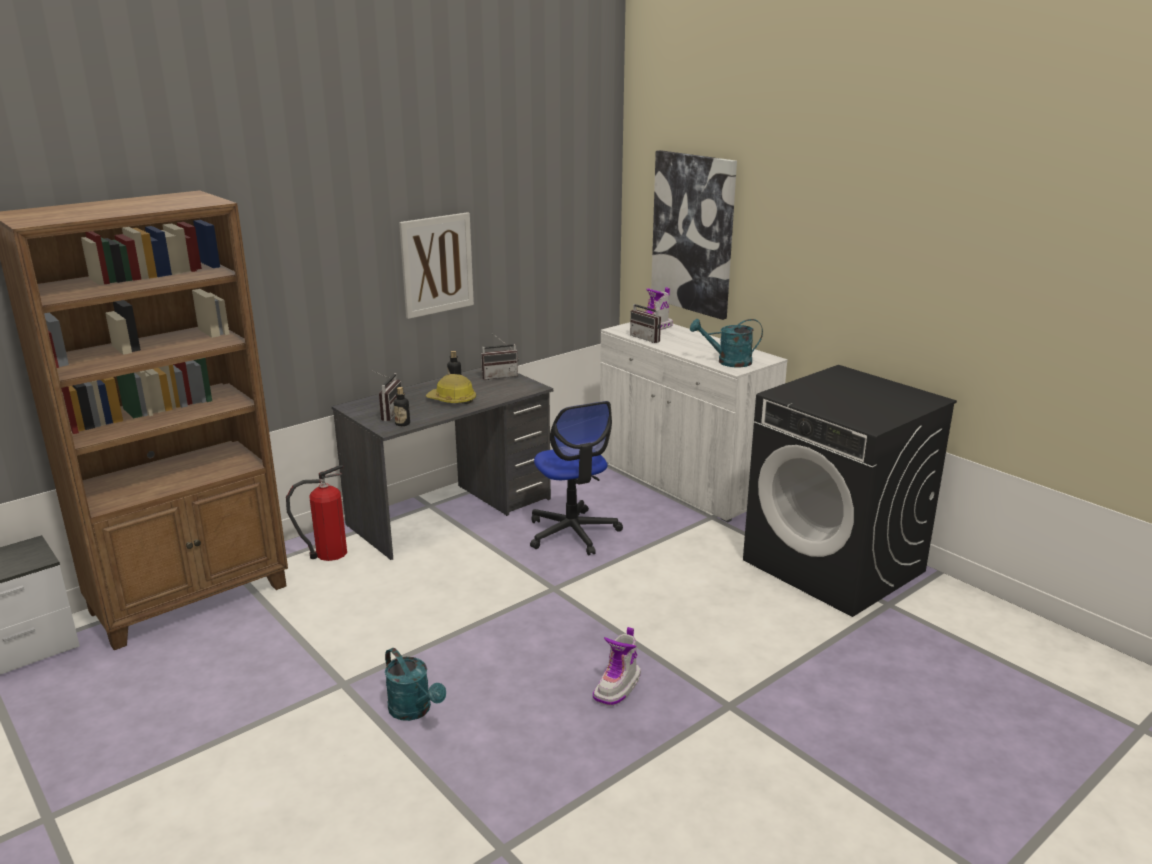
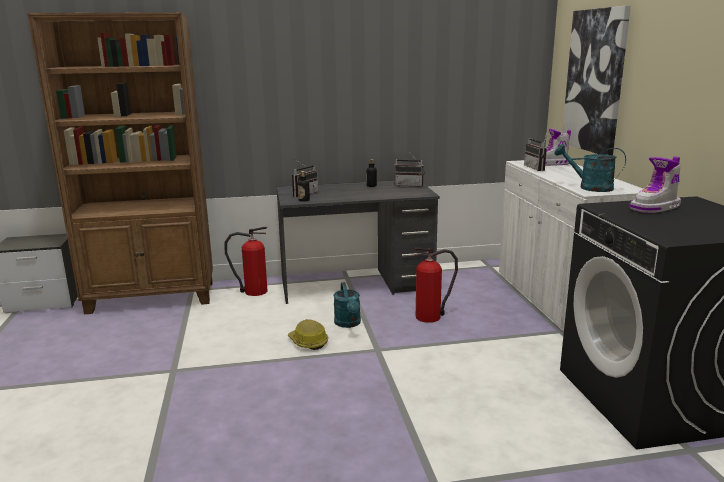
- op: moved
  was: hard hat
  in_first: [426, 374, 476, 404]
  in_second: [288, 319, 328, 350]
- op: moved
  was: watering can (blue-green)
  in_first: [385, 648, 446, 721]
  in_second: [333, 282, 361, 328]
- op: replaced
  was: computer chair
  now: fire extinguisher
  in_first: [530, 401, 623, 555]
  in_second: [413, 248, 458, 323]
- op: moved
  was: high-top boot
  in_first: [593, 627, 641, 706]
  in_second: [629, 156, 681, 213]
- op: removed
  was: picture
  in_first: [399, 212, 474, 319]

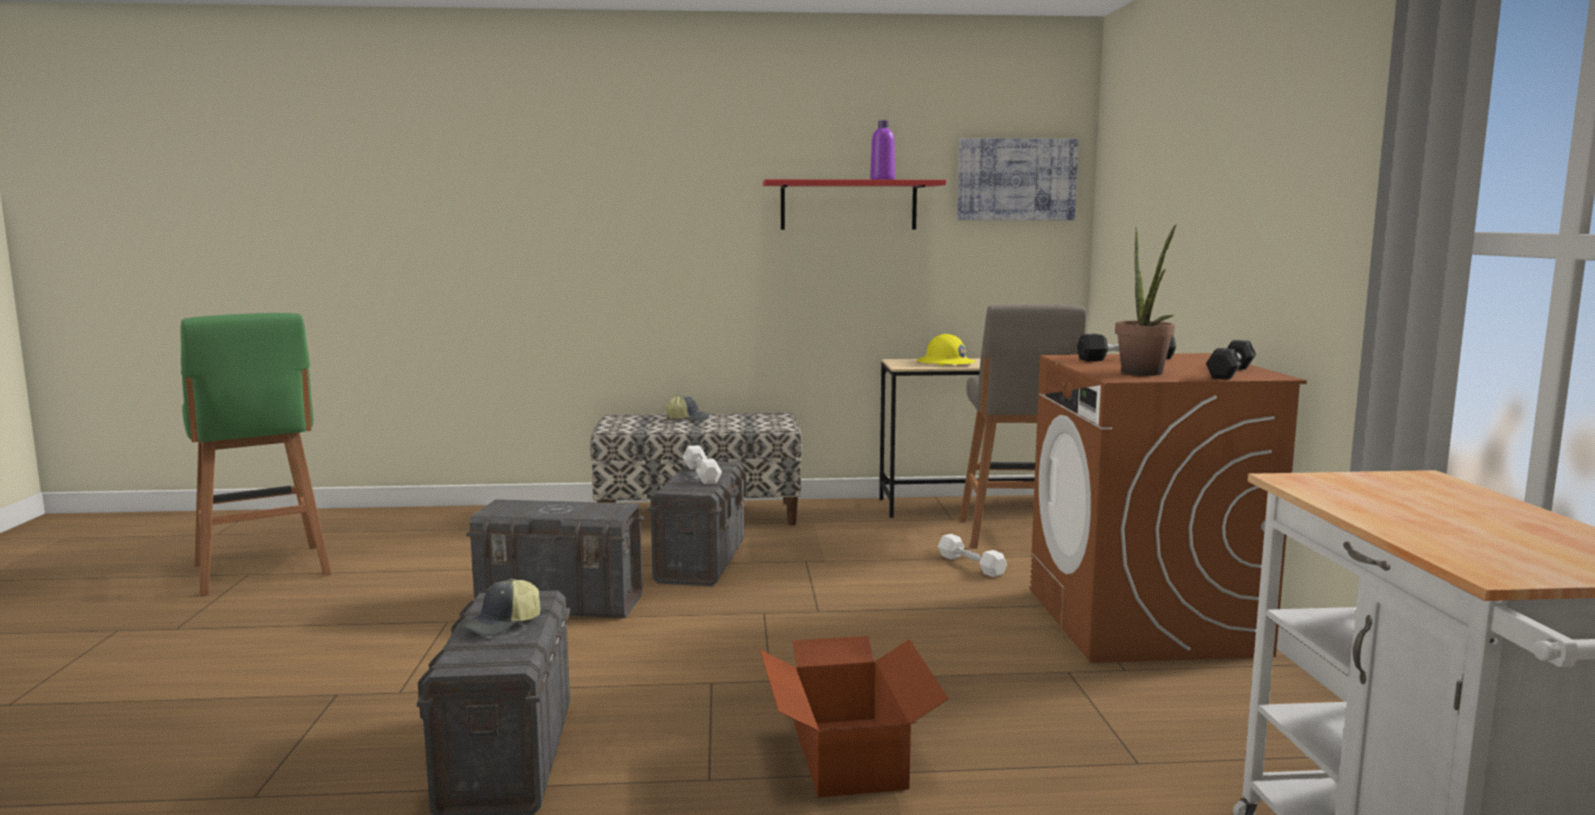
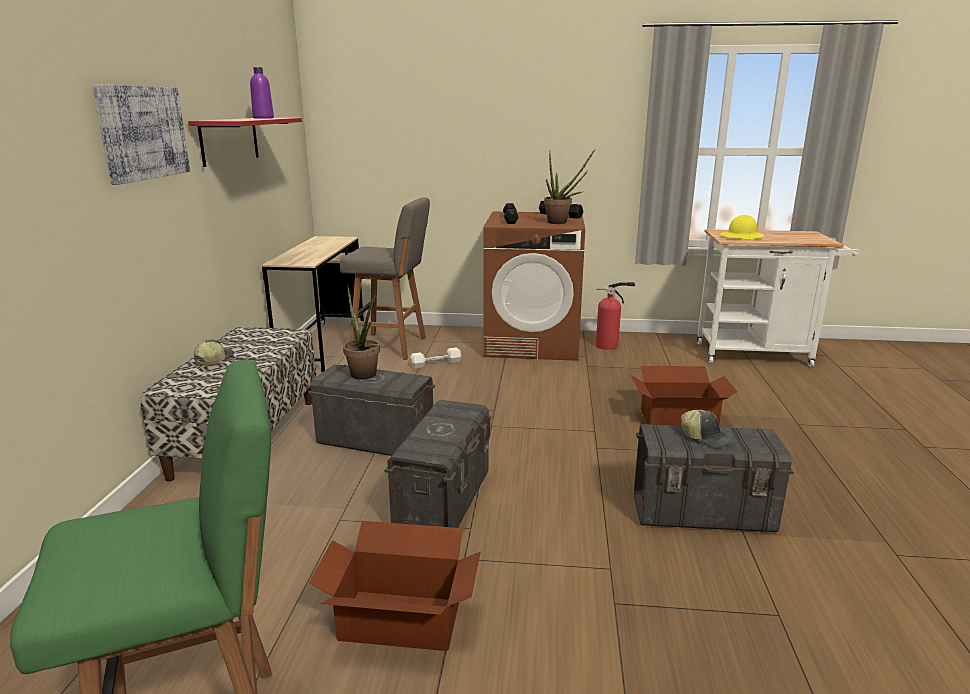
- op: moved
  was: picture
  in_first: [957, 138, 1079, 220]
  in_second: [92, 84, 190, 185]
- op: added
  now: cardboard box
  in_second: [309, 521, 481, 651]
- op: replaced
  was: free weight (white)
  now: potted plant
  in_first: [682, 445, 722, 484]
  in_second: [343, 284, 380, 380]
- op: added
  now: fire extinguisher
  in_second: [596, 282, 635, 350]
- op: moved
  was: hard hat (yellow)
  in_first: [917, 334, 975, 366]
  in_second: [720, 215, 764, 239]

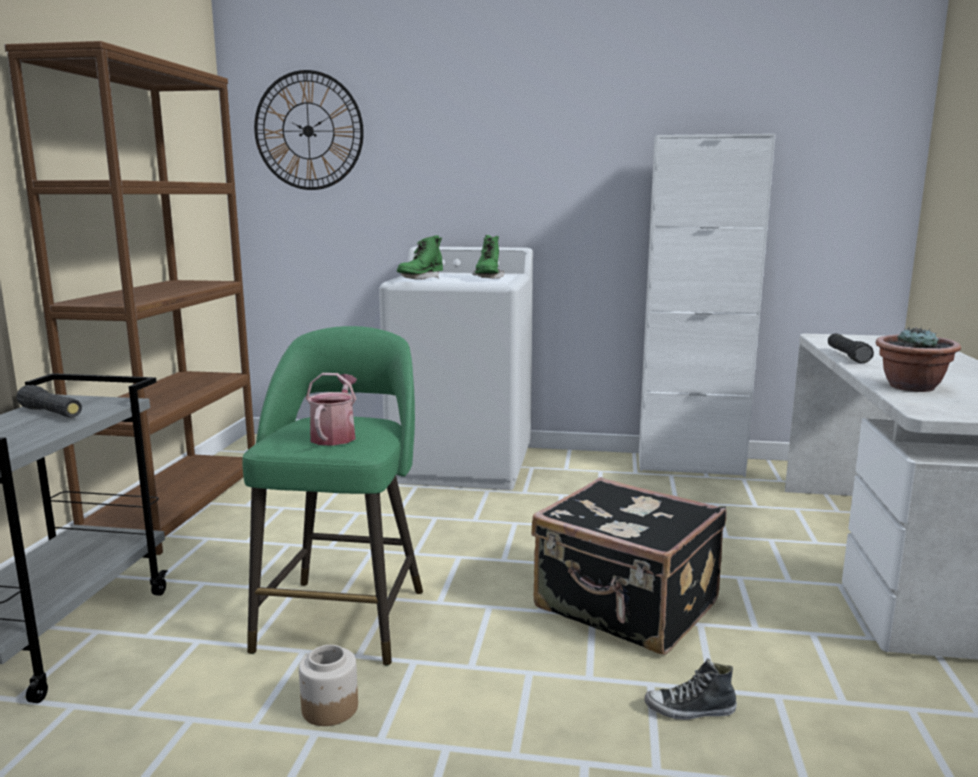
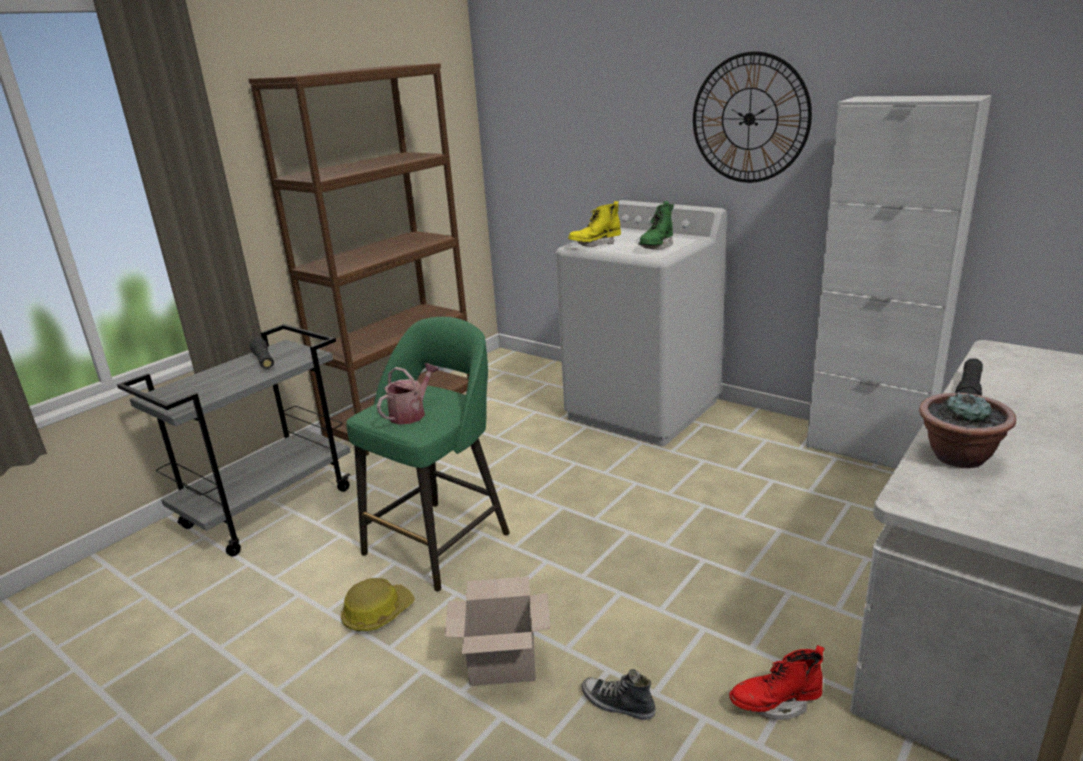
- op: replaced
  was: preserve jar
  now: hard hat
  in_first: [299, 645, 358, 726]
  in_second: [341, 578, 415, 632]
- op: added
  now: cardboard box
  in_second: [444, 577, 550, 686]
- op: recoloured
  was: high-top boot (greenish)
  now: high-top boot (yellow)
  in_first: [397, 235, 443, 280]
  in_second: [568, 201, 621, 247]
- op: moved
  was: hanging clock
  in_first: [254, 70, 364, 190]
  in_second: [693, 52, 812, 183]
- op: added
  now: high-top boot (reddish)
  in_second: [729, 645, 825, 720]
- op: removed
  was: suitcase (black)
  in_first: [531, 477, 726, 655]

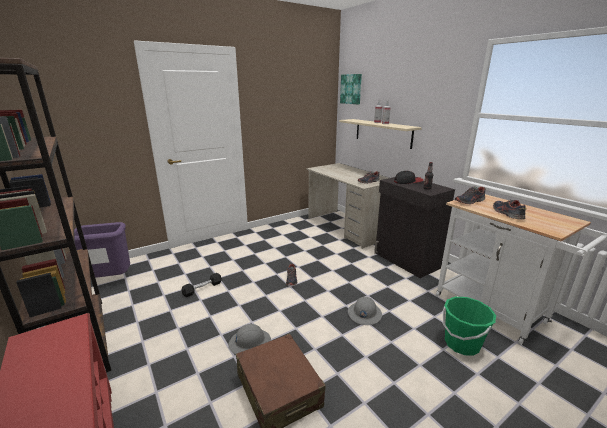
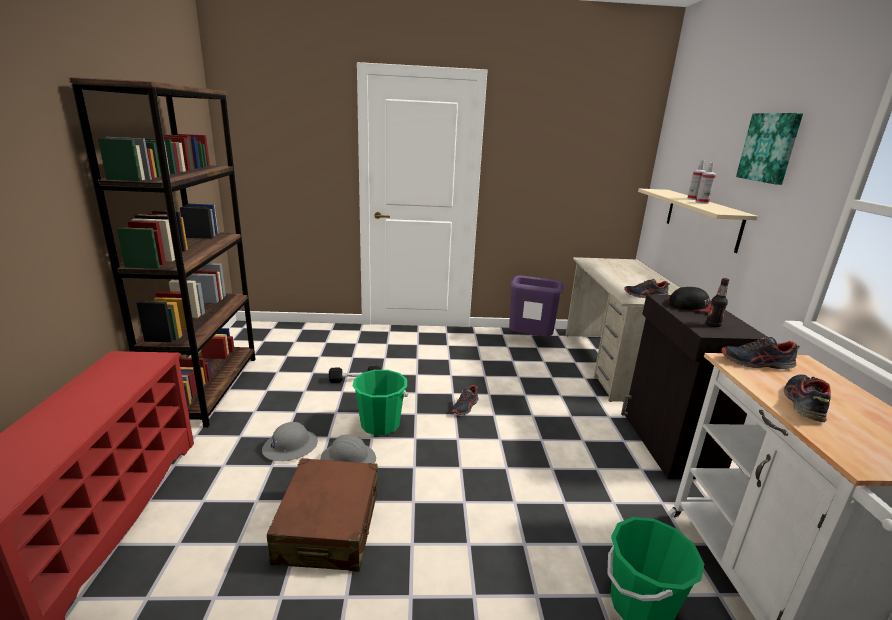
- op: moved
  was: hard hat (greyish)
  in_first: [348, 297, 382, 325]
  in_second: [262, 422, 318, 461]
- op: added
  now: water bucket (greenish)
  in_second: [352, 370, 408, 435]
- op: moved
  was: waste bin (purple)
  in_first: [74, 222, 130, 278]
  in_second: [509, 275, 564, 337]
- op: moved
  was: picture
  in_first: [340, 74, 362, 104]
  in_second: [736, 113, 803, 185]

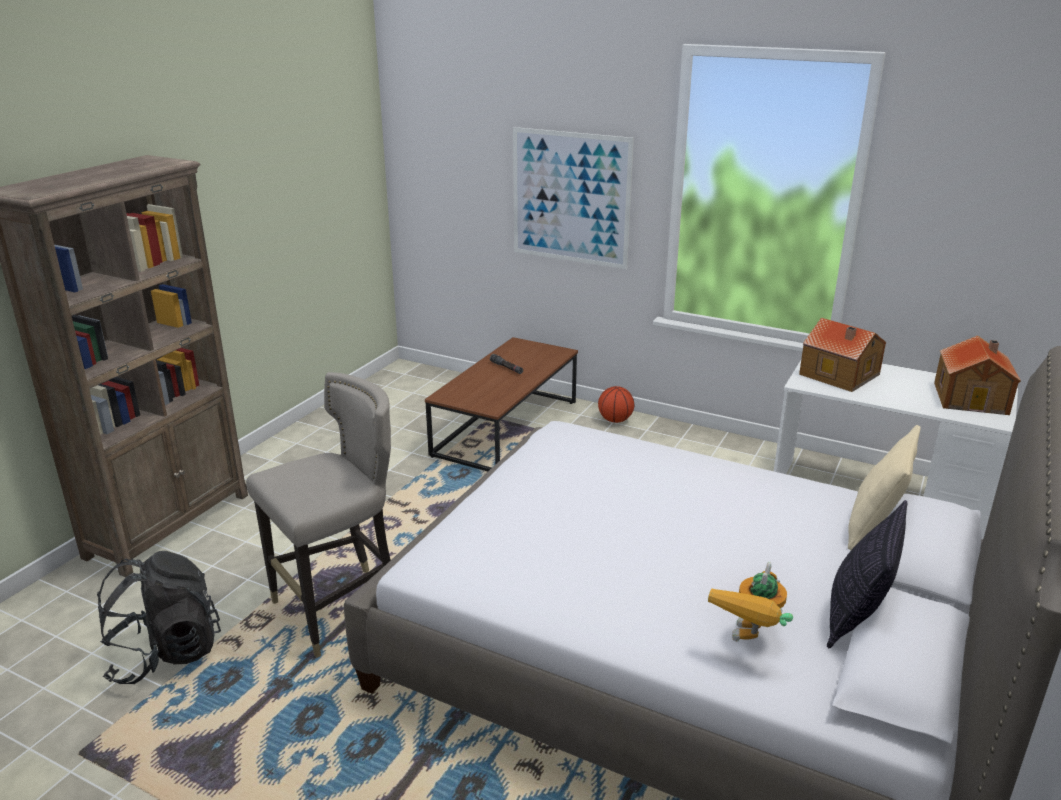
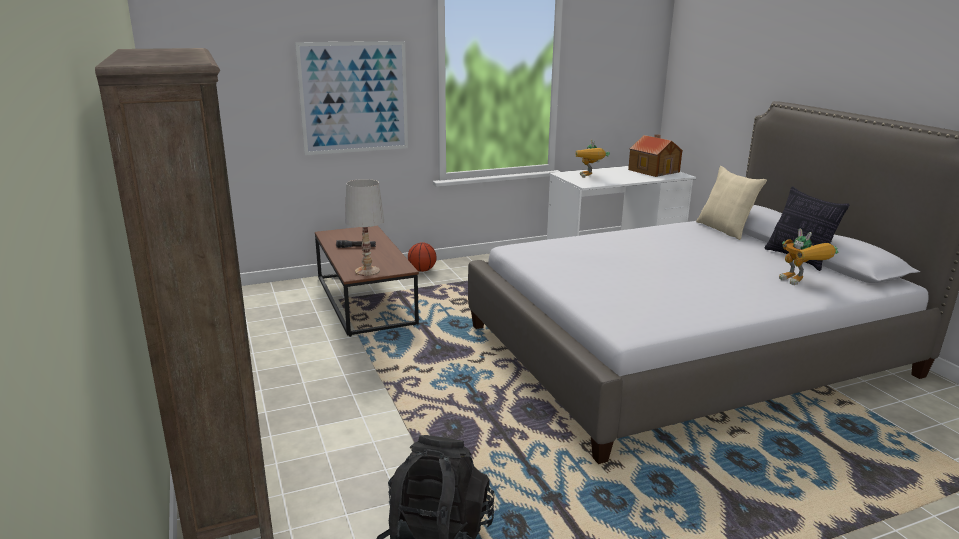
- op: added
  now: lamp for a table (white)
  in_second: [345, 179, 384, 276]
- op: replaced
  was: toy house
  now: model robot
  in_first: [799, 318, 887, 392]
  in_second: [576, 140, 610, 178]
- op: removed
  was: sitting stool (greyish)
  in_first: [246, 372, 391, 658]

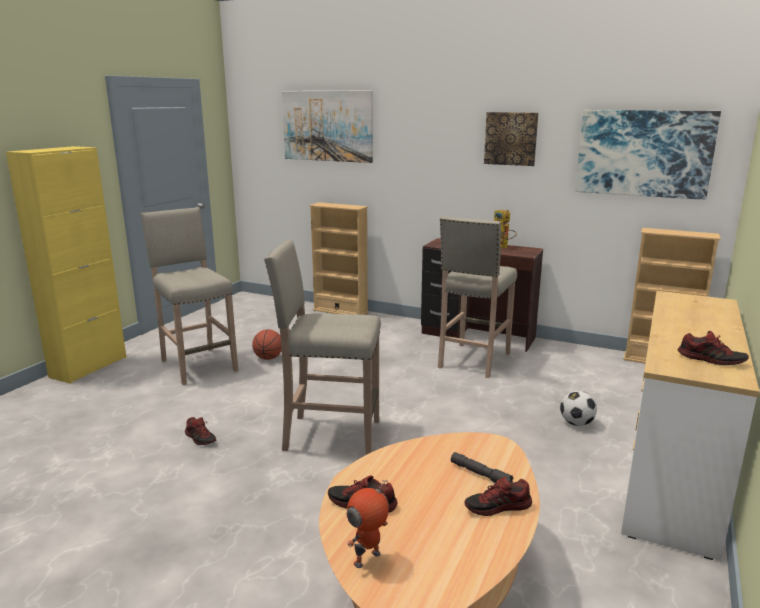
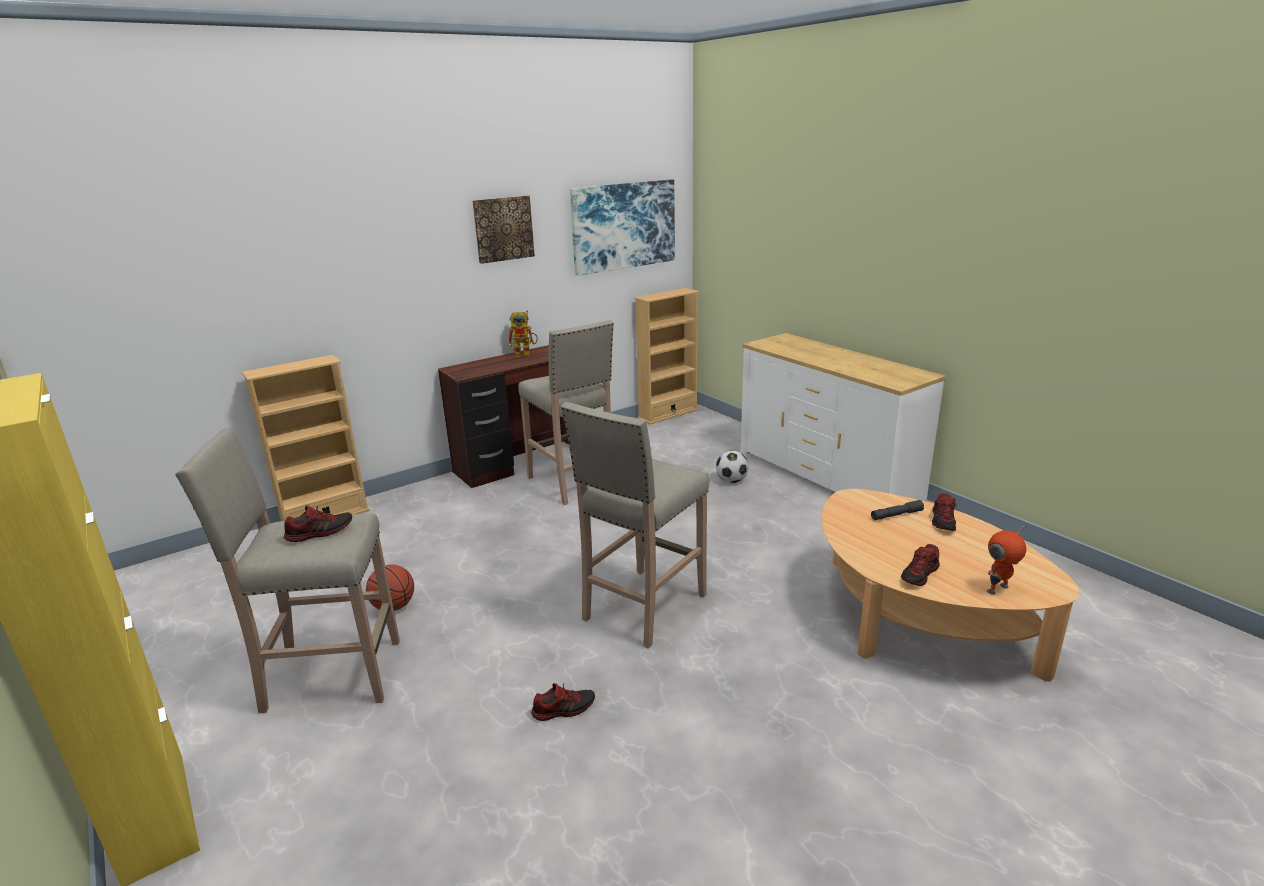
- op: moved
  was: item of footwear
  in_first: [678, 331, 749, 365]
  in_second: [284, 506, 352, 542]
- op: turned
  was: model robot
  in_first: [347, 480, 389, 568]
  in_second: [987, 526, 1027, 595]
  clockwise: 75
- op: removed
  was: picture
  in_first: [282, 91, 373, 163]

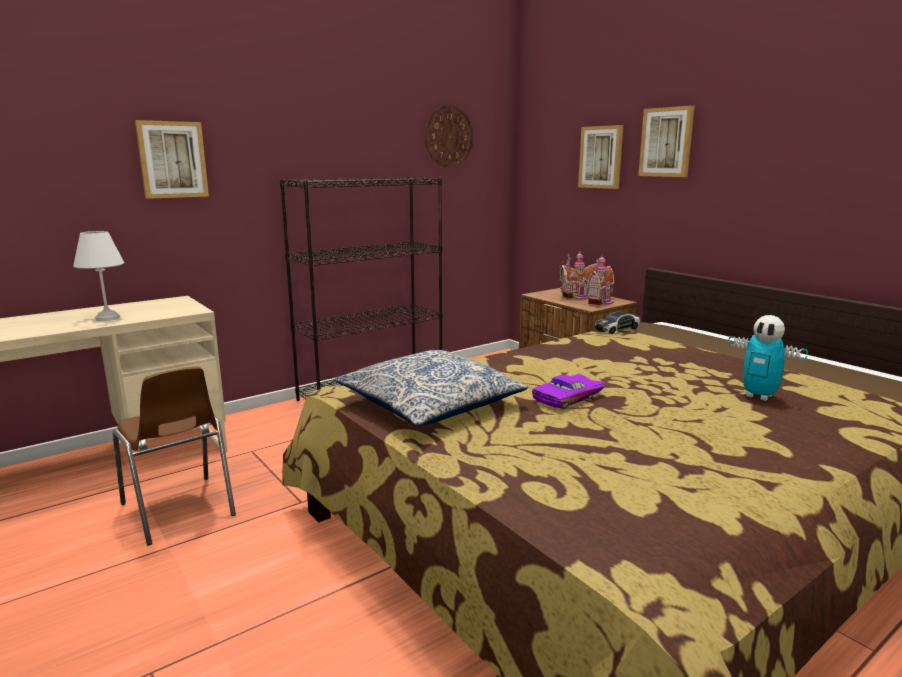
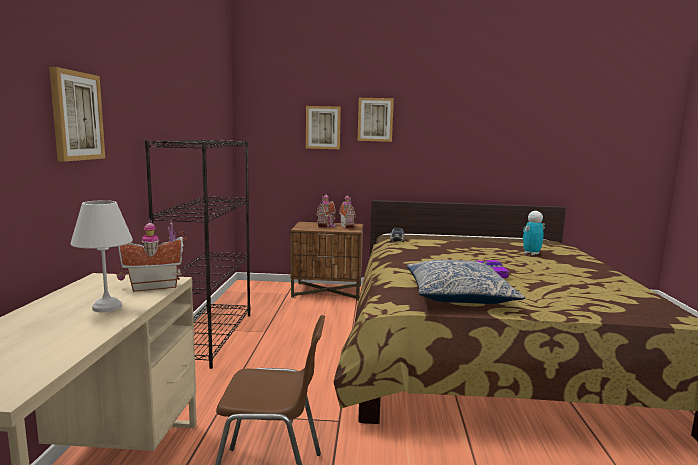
- op: added
  now: toy house
  in_second: [116, 219, 188, 292]
- op: turned
  was: model robot
  in_first: [729, 315, 808, 401]
  in_second: [522, 211, 545, 255]
  clockwise: 150
- op: removed
  was: hanging clock
  in_first: [425, 105, 473, 167]

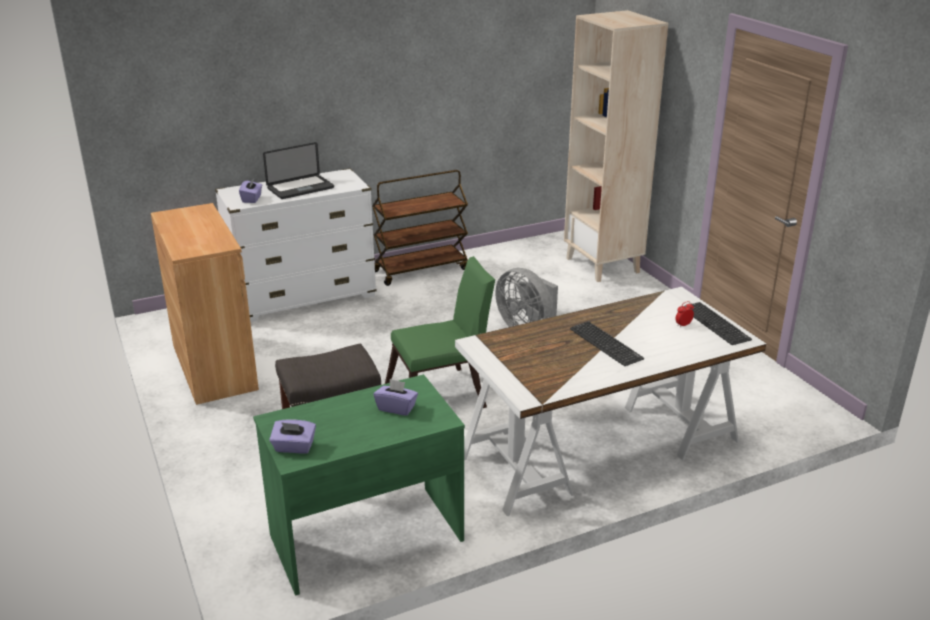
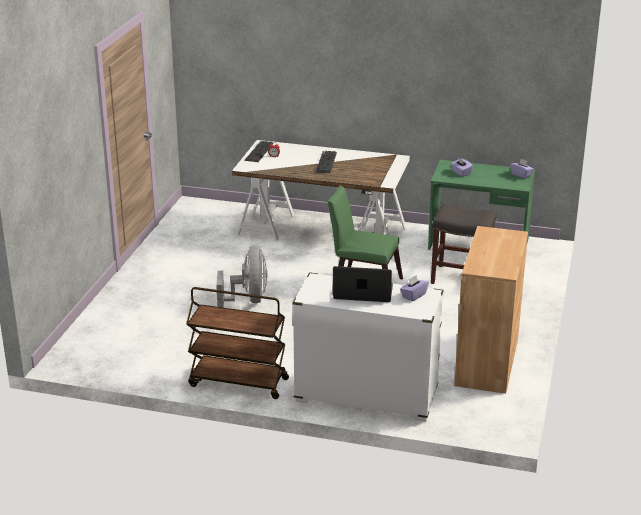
- op: removed
  was: bookcase (beige)
  in_first: [564, 10, 668, 282]

